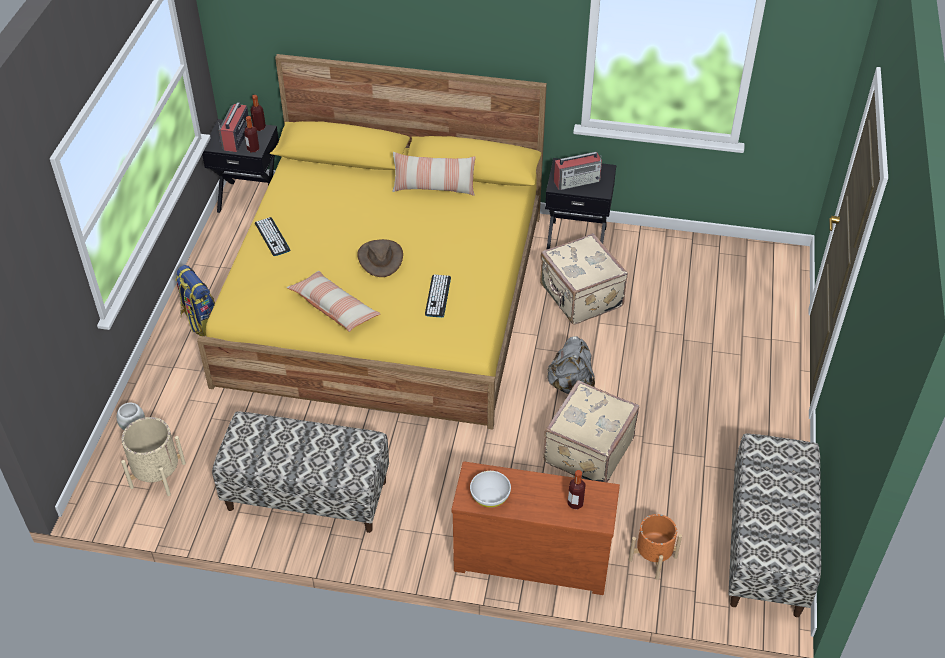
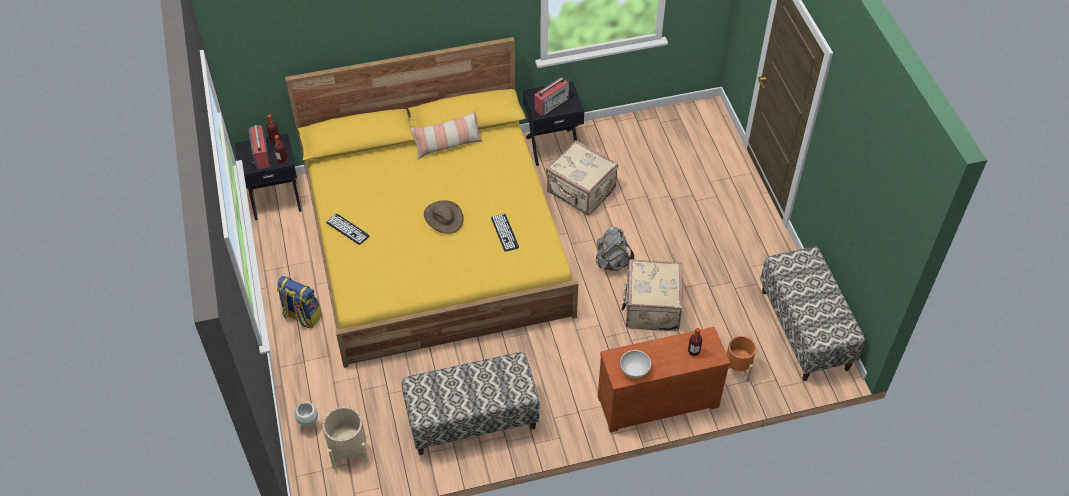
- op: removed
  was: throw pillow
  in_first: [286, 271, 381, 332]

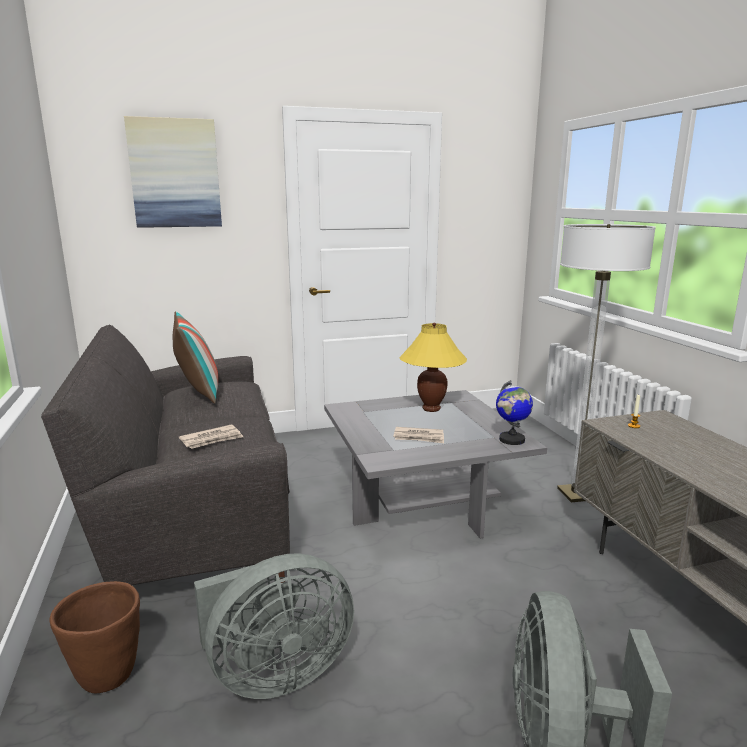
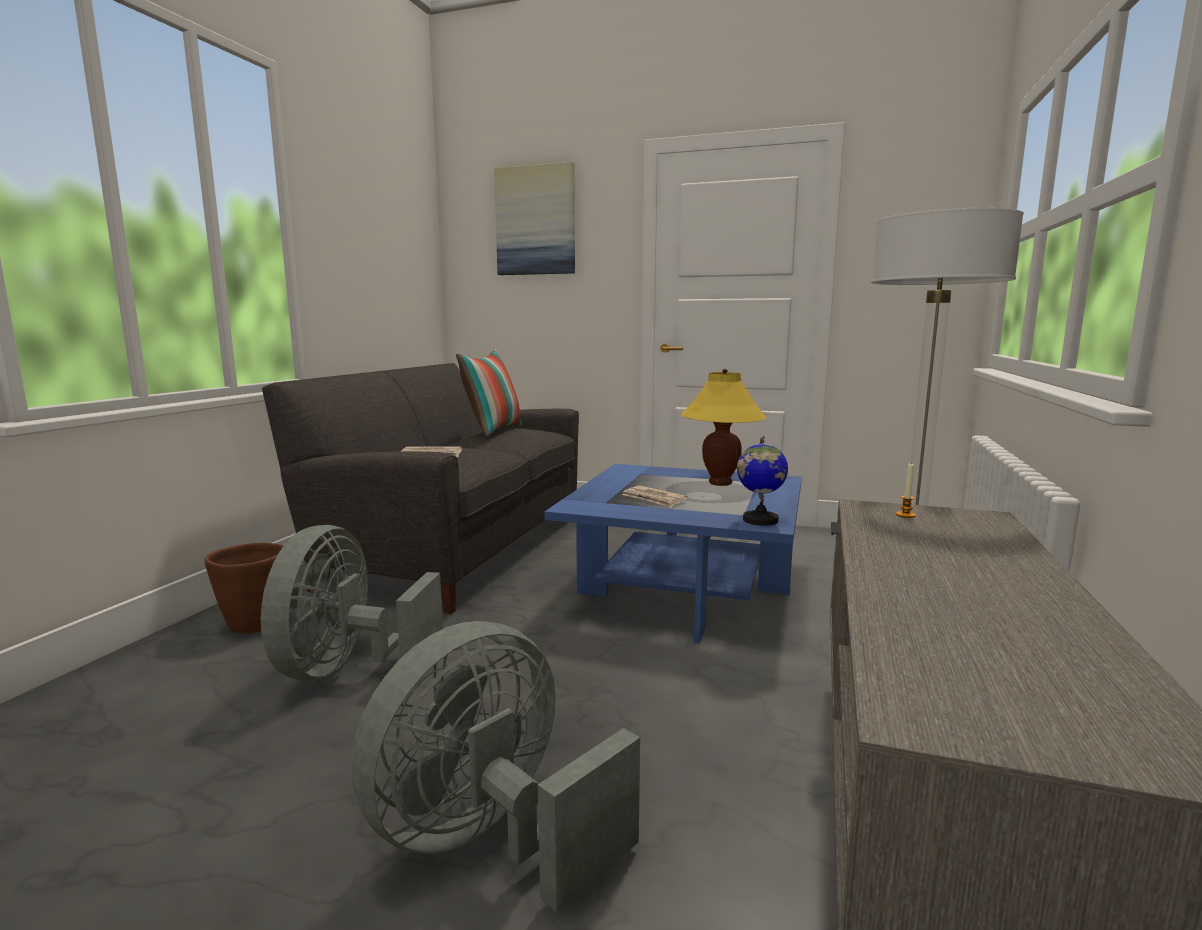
- op: turned
  was: fan (greyish)
  in_first: [194, 553, 354, 699]
  in_second: [261, 525, 443, 681]
  clockwise: 90
- op: recoloured
  was: low table (greyish)
  now: low table (blue-coloured)
  in_first: [324, 390, 547, 539]
  in_second: [545, 464, 802, 643]

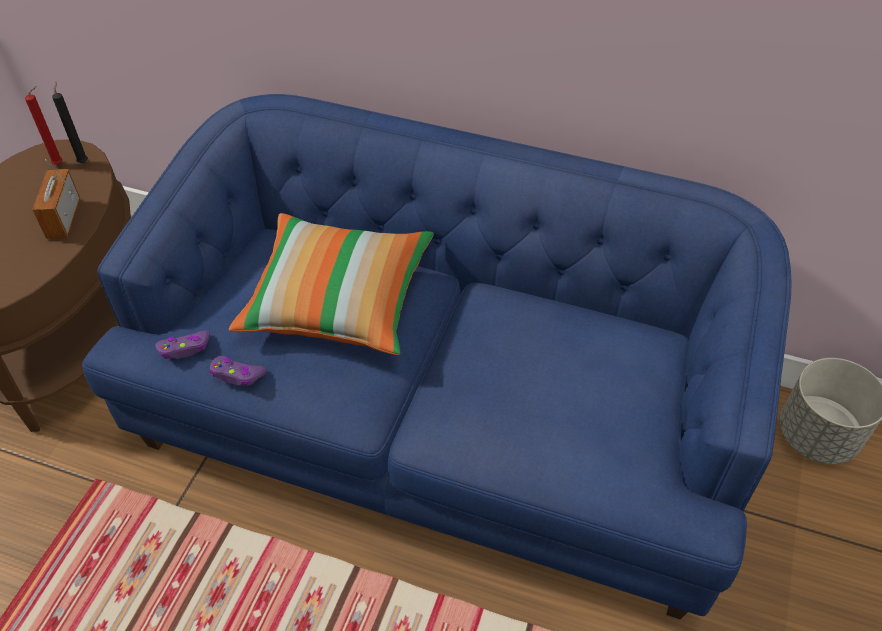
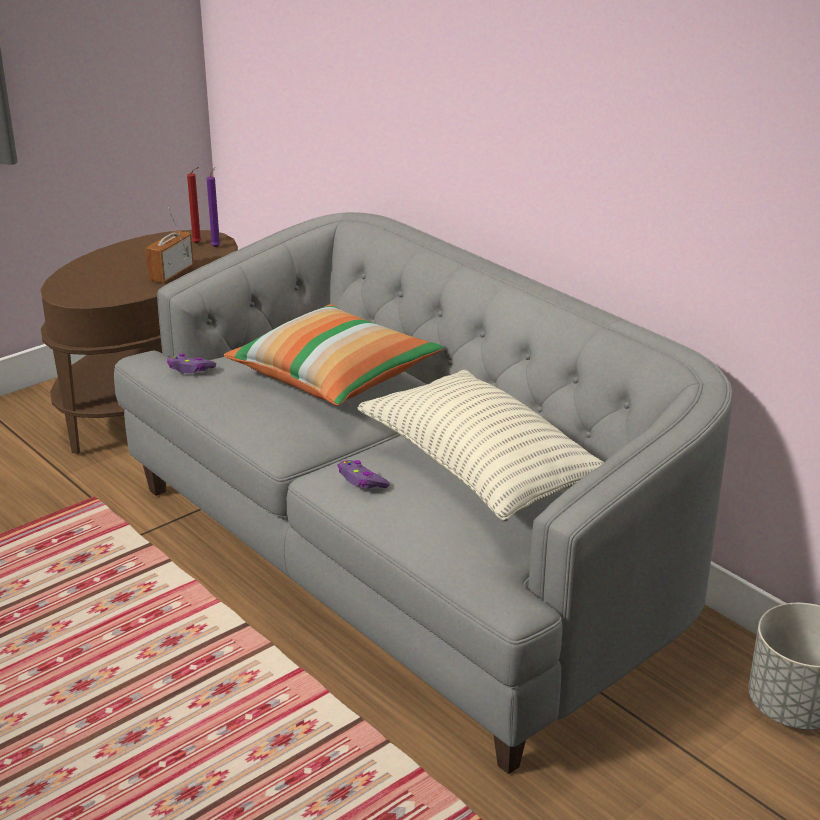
- op: recoloured
  was: sofa (blue-coloured)
  now: sofa (greyish)
  in_first: [82, 94, 792, 619]
  in_second: [114, 212, 732, 774]
- op: recoloured
  was: wax candle (black)
  now: wax candle (purple)
  in_first: [52, 82, 88, 163]
  in_second: [207, 167, 221, 247]
- op: moved
  was: joypad (purple)
  in_first: [209, 356, 267, 386]
  in_second: [338, 460, 390, 489]
- op: added
  now: throw pillow
  in_second: [358, 370, 604, 522]

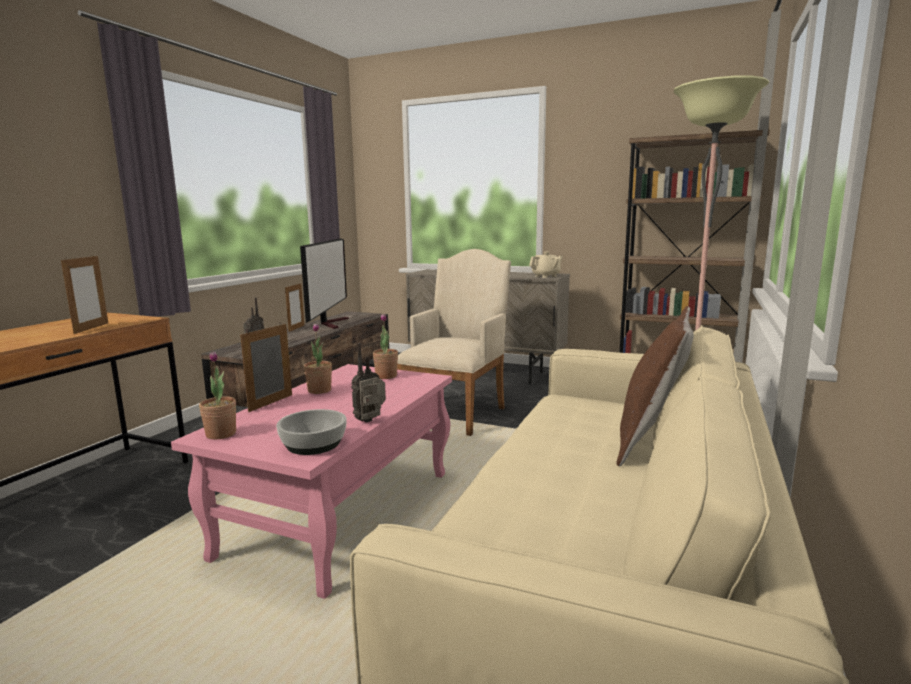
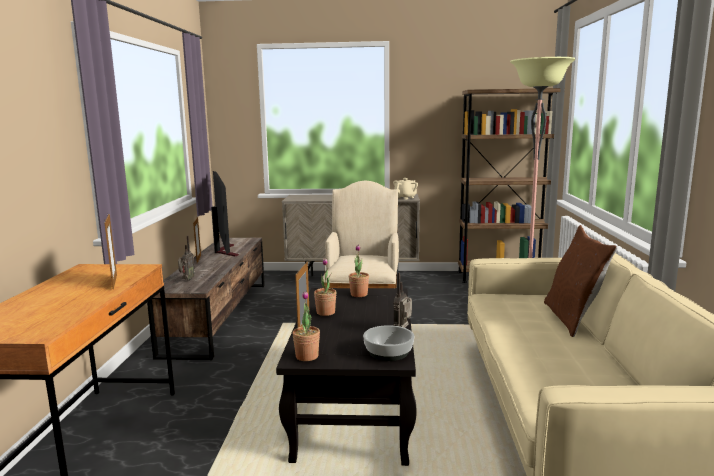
- op: recoloured
  was: low table (pinkish)
  now: low table (black)
  in_first: [171, 364, 452, 599]
  in_second: [276, 288, 417, 466]

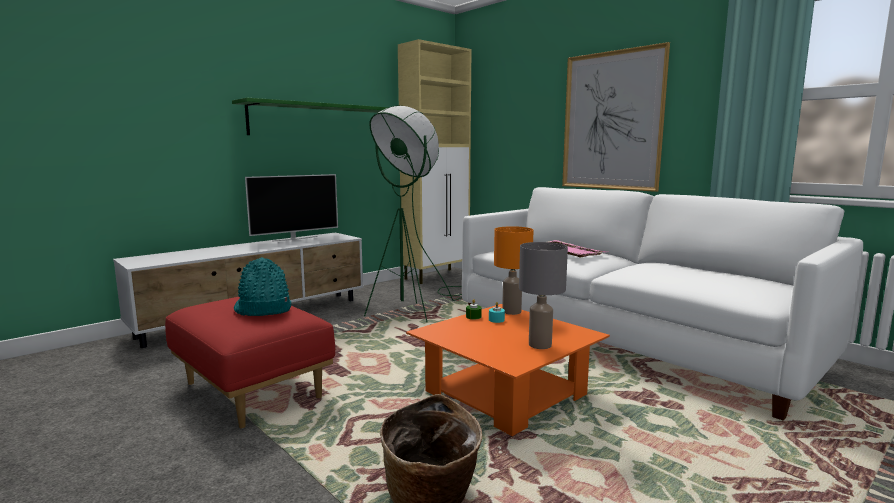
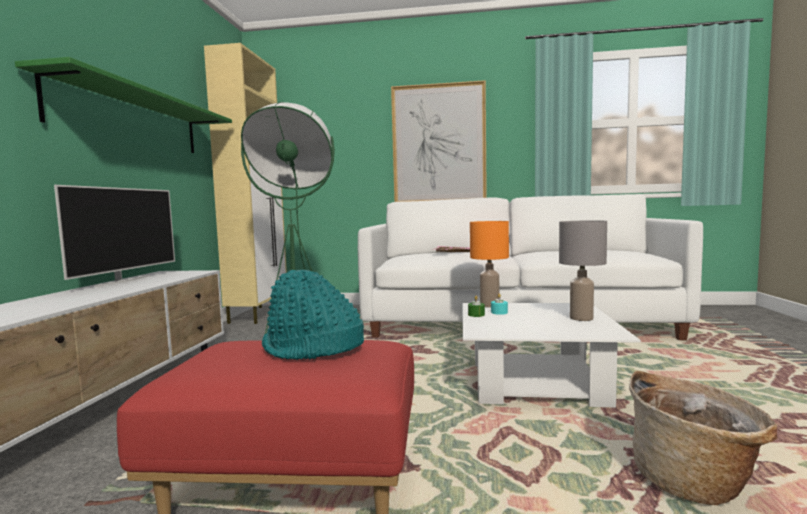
- op: recoloured
  was: low table (orange-coloured)
  now: low table (white)
  in_first: [406, 304, 610, 436]
  in_second: [462, 303, 641, 408]

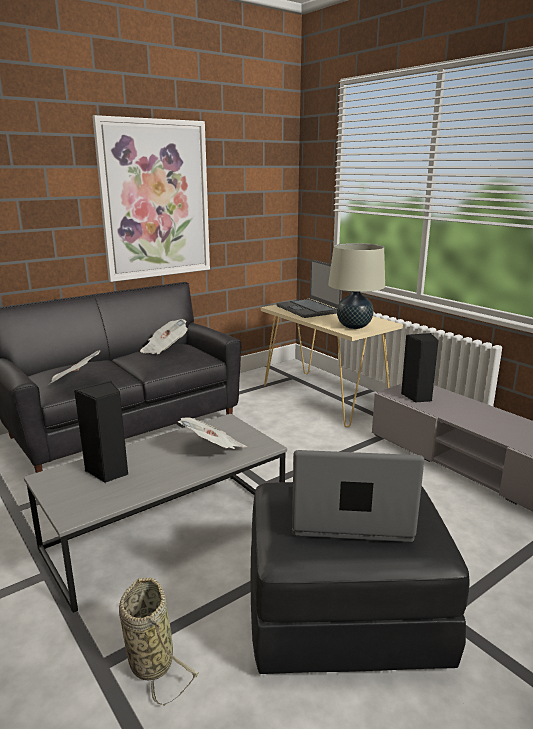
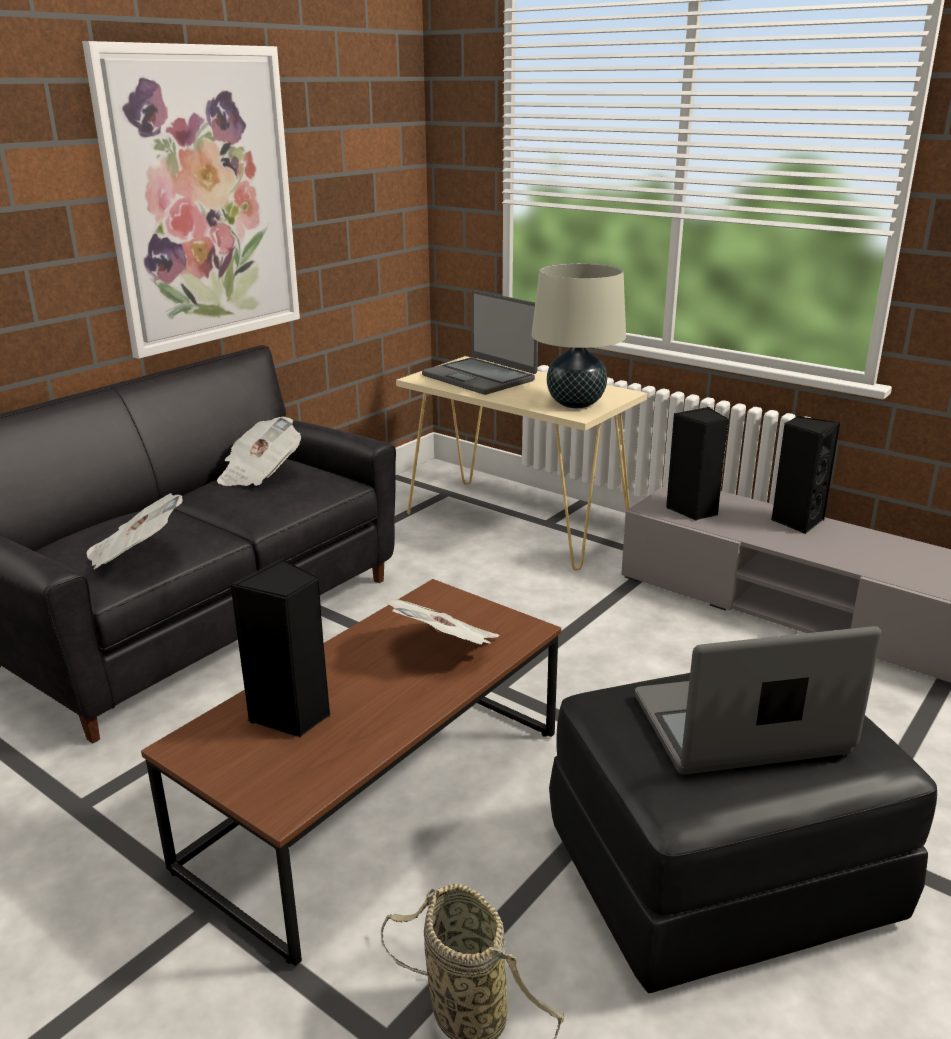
- op: recoloured
  was: low table (greyish)
  now: low table (brownish)
  in_first: [24, 414, 287, 613]
  in_second: [141, 579, 561, 966]
- op: added
  now: speaker (black)
  in_second: [772, 416, 840, 534]

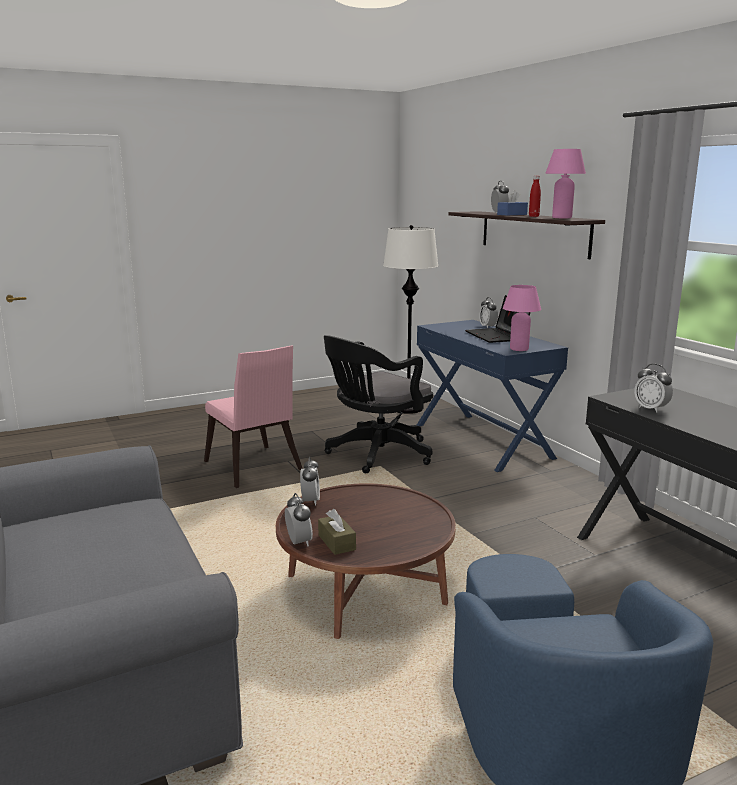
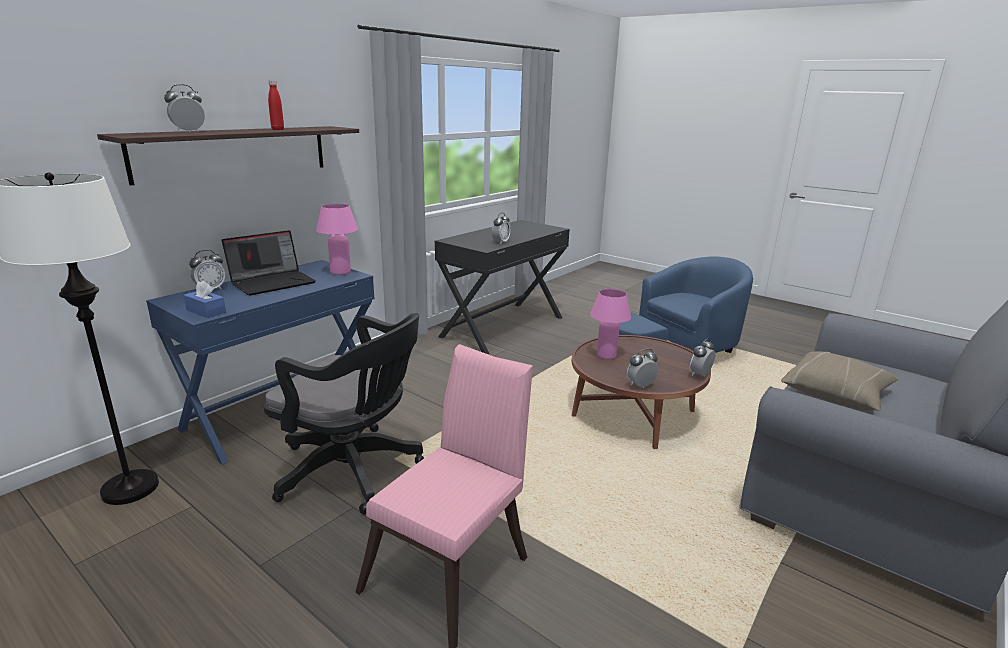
- op: moved
  was: tissue box (blue-coloured)
  in_first: [497, 190, 528, 215]
  in_second: [184, 280, 226, 318]
- op: moved
  was: lamp for a table (pinkish)
  in_first: [545, 149, 586, 218]
  in_second: [590, 289, 631, 359]
- op: added
  now: throw pillow (beige)
  in_second: [781, 351, 898, 411]
- op: removed
  was: tissue box (brownish)
  in_first: [318, 509, 356, 555]

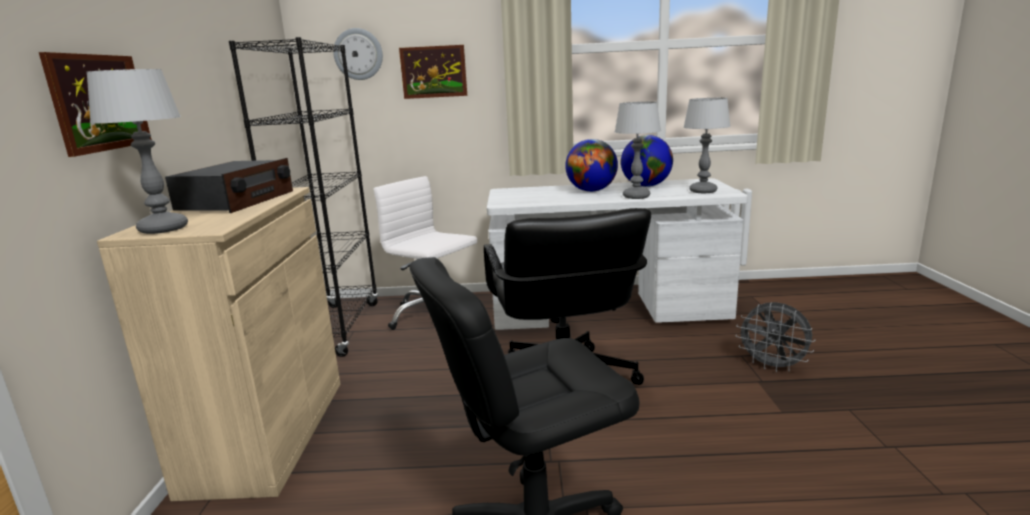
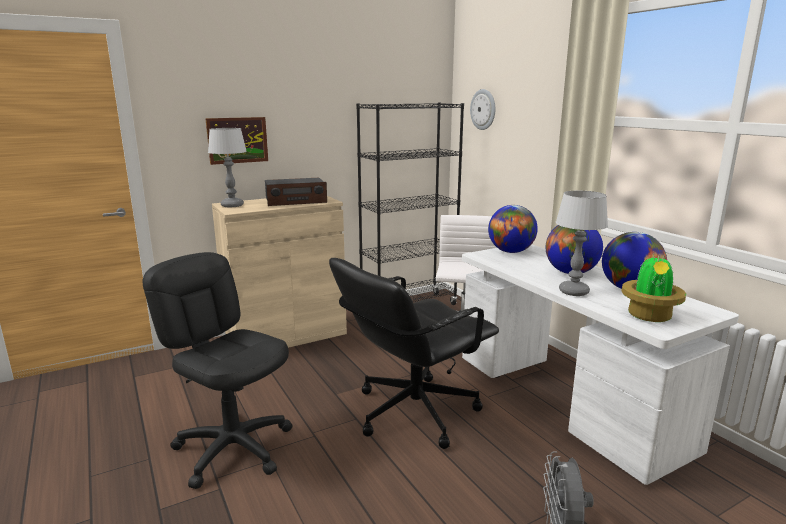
- op: added
  now: globe
  in_second: [488, 205, 538, 253]
- op: replaced
  was: lamp for a table
  now: potted plant
  in_first: [683, 98, 731, 193]
  in_second: [621, 253, 686, 322]
- op: removed
  was: picture
  in_first: [399, 45, 467, 99]

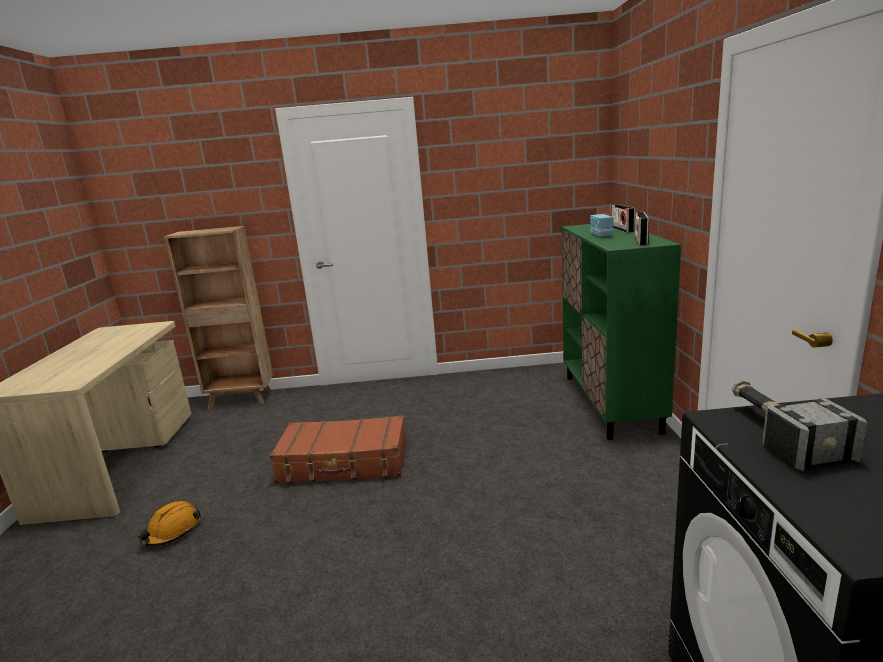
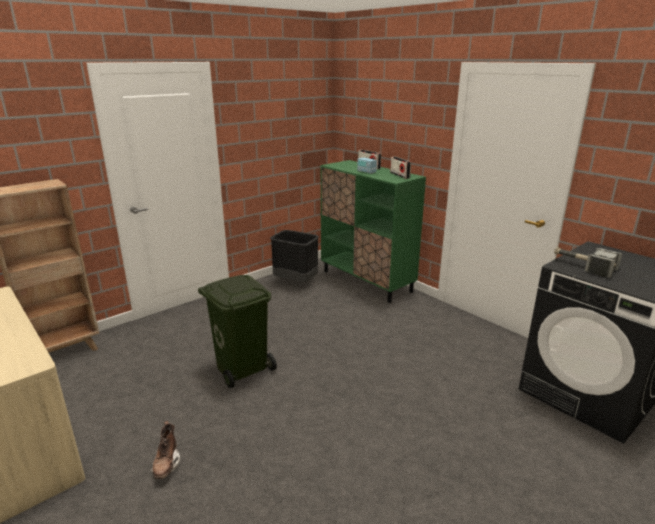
- op: replaced
  was: hard hat (orange-coloured)
  now: high-top boot (brownish)
  in_first: [138, 501, 201, 546]
  in_second: [151, 421, 180, 479]
- op: replaced
  was: suitcase (brownish)
  now: waste bin (greenish)
  in_first: [269, 415, 406, 484]
  in_second: [198, 275, 277, 388]
- op: added
  now: waste bin (black)
  in_second: [270, 230, 319, 282]

